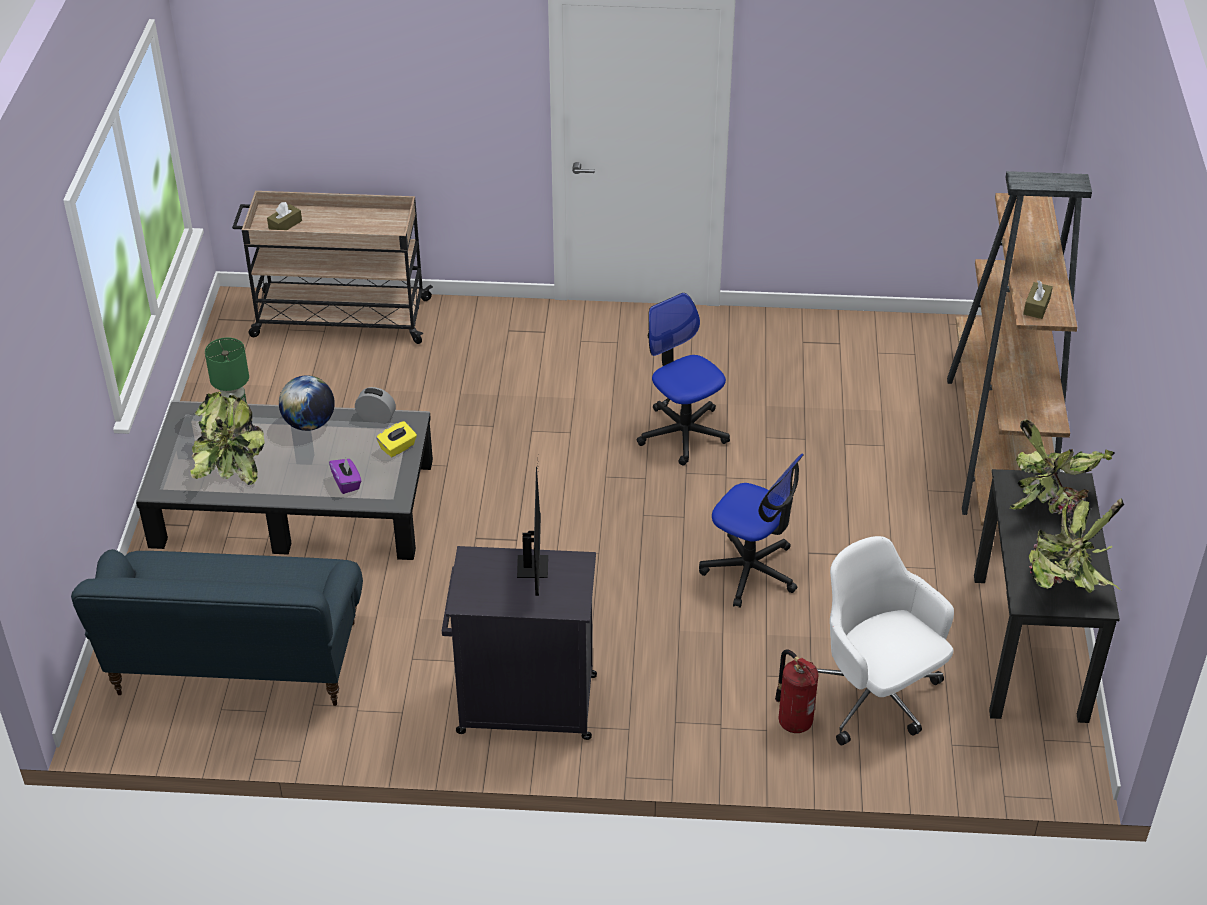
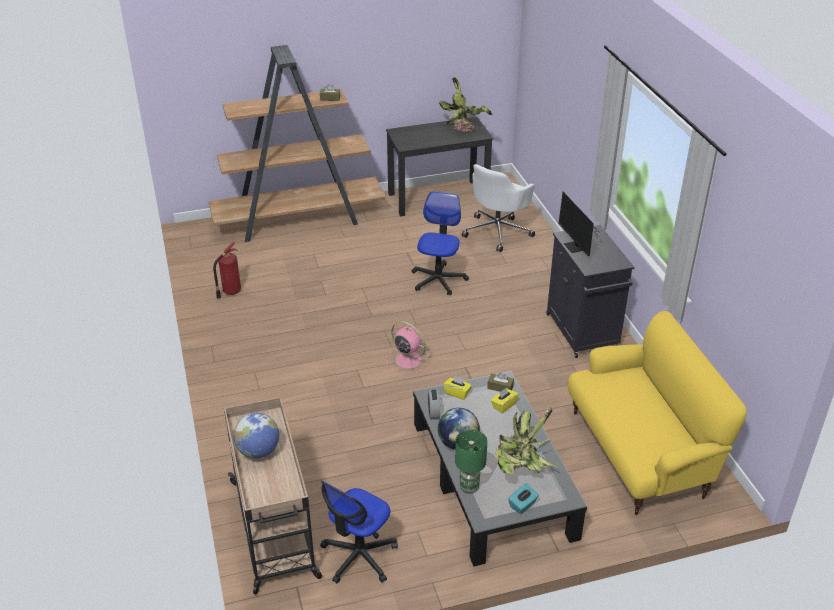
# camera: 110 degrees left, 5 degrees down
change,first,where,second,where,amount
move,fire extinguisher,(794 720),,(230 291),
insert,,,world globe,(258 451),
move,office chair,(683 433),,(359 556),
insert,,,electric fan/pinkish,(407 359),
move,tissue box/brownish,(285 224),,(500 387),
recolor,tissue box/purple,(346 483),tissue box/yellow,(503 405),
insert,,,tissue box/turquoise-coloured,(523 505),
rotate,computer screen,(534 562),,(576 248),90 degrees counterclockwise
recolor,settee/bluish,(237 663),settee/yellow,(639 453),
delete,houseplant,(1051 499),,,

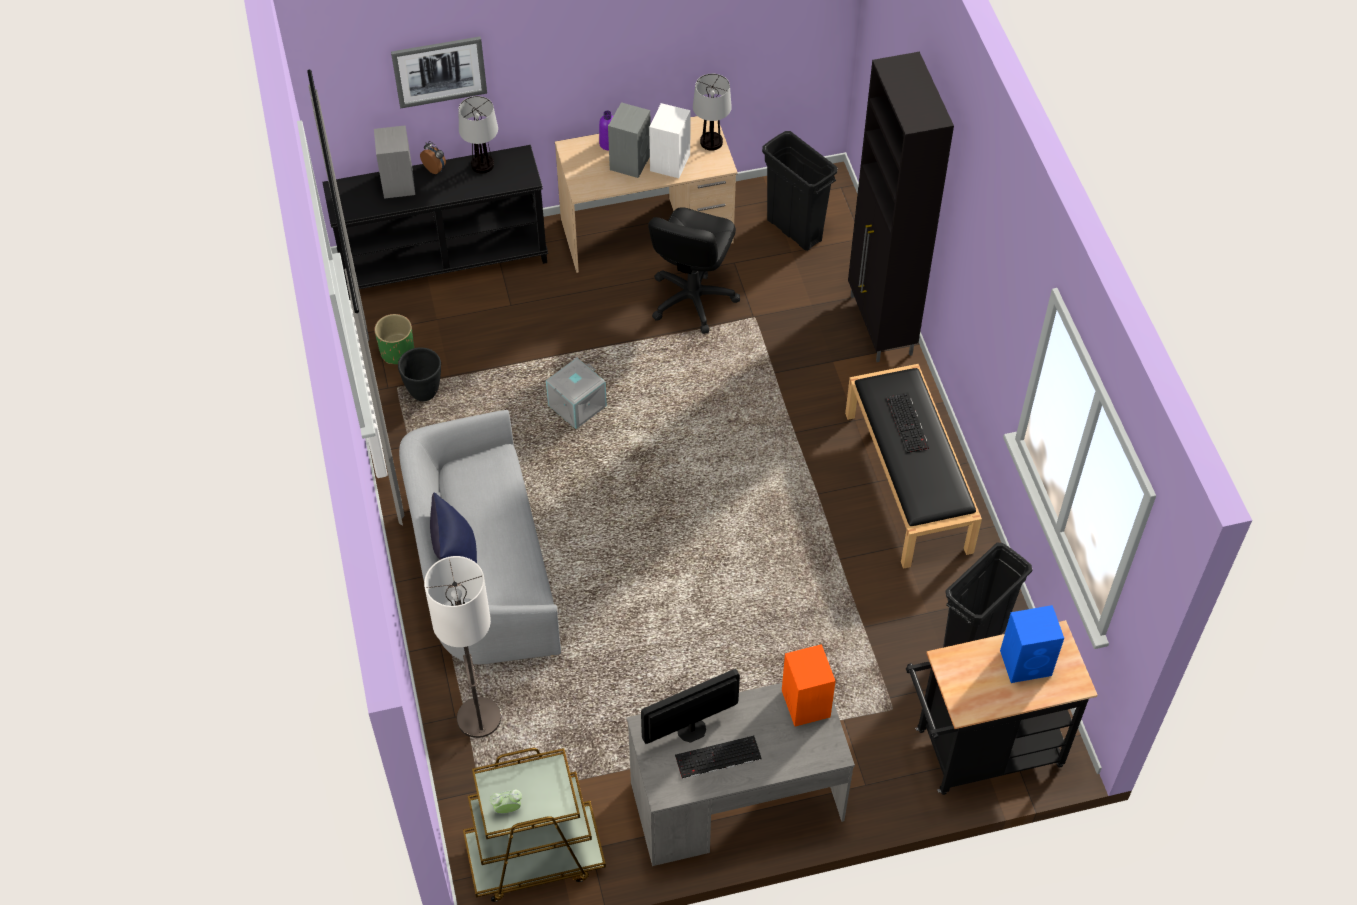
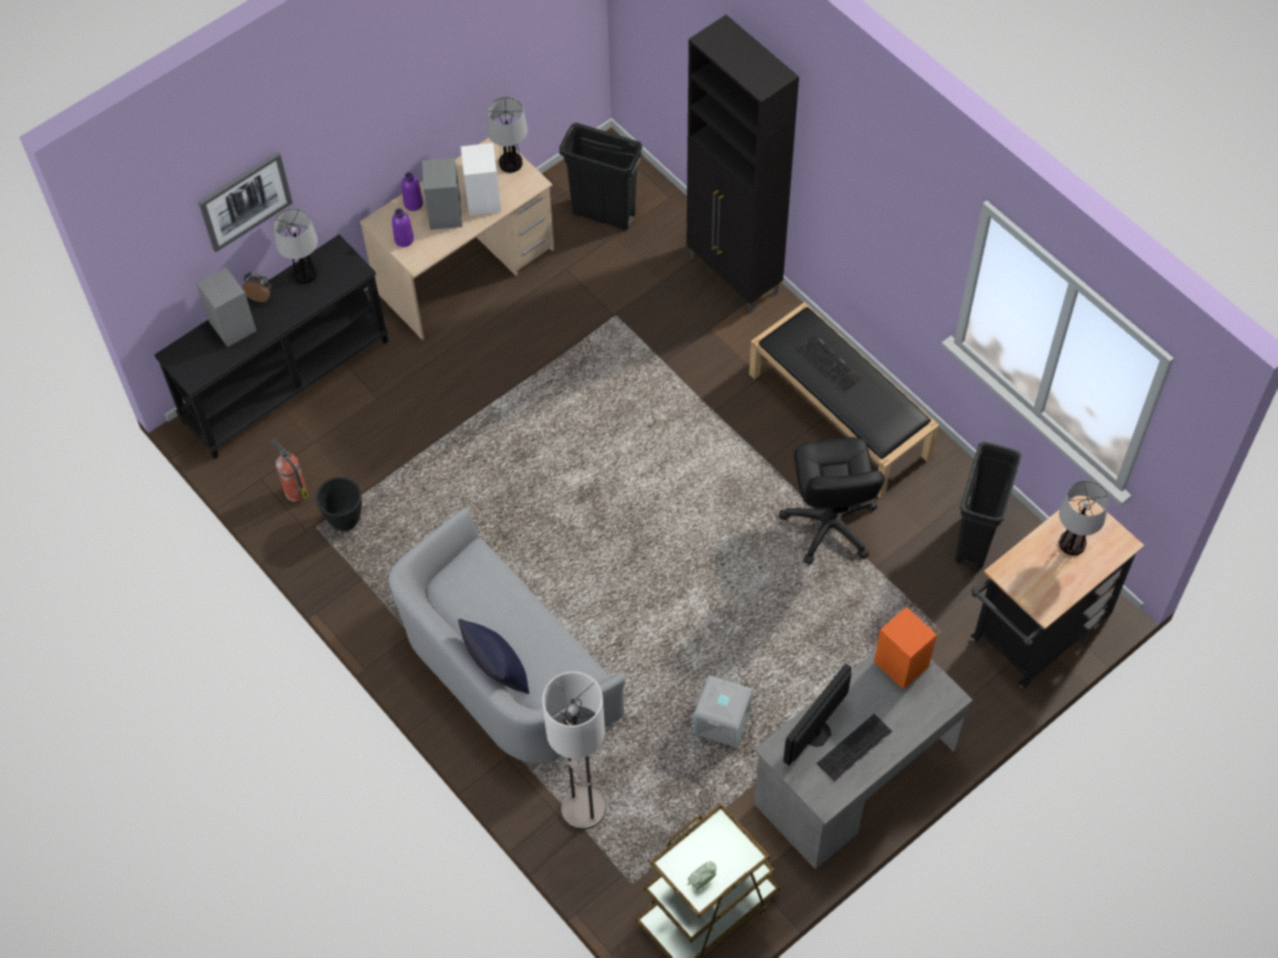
# camera: 25 degrees left, 5 degrees up
change,first,where,second,where,amount
replace,plant pot/greenish,(397 352),fire extinguisher,(295 491),
insert,,,drink bottle/purple,(404 239),
move,storage bin/grey,(577 407),,(723 721),
move,office chair/black-coloured,(692 299),,(829 525),
replace,speaker/bluish,(1027 663),table lamp,(1072 543),

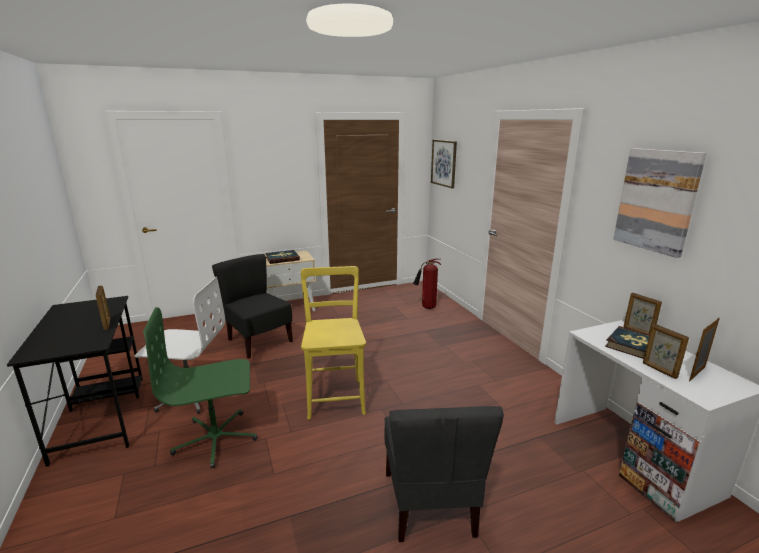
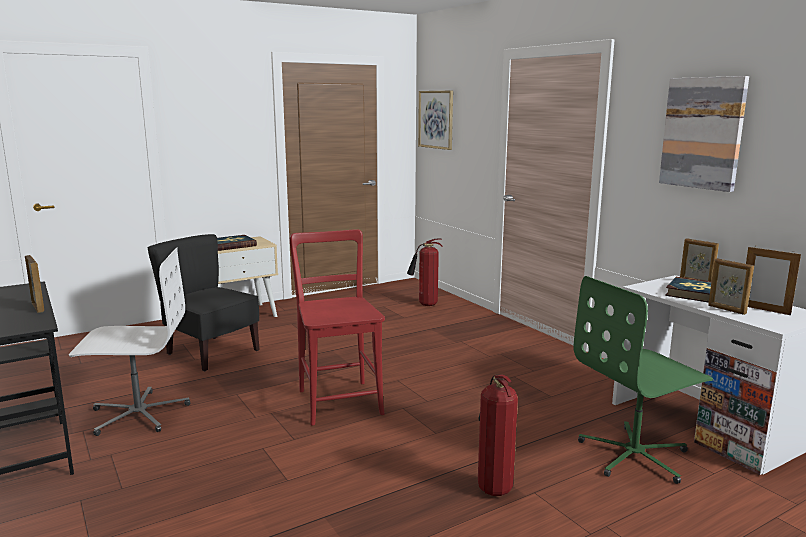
# camera: 10 degrees left, 5 degrees down
change,first,where,second,where,amount
recolor,upright chair/yellow,(335 395),upright chair/reddish,(338 399),
replace,upright chair/grey,(430 504),fire extinguisher,(492 488),
move,office chair/greenish,(216 439),,(635 455),
rotate,standing frame,(697 374),,(764 310),90 degrees counterclockwise

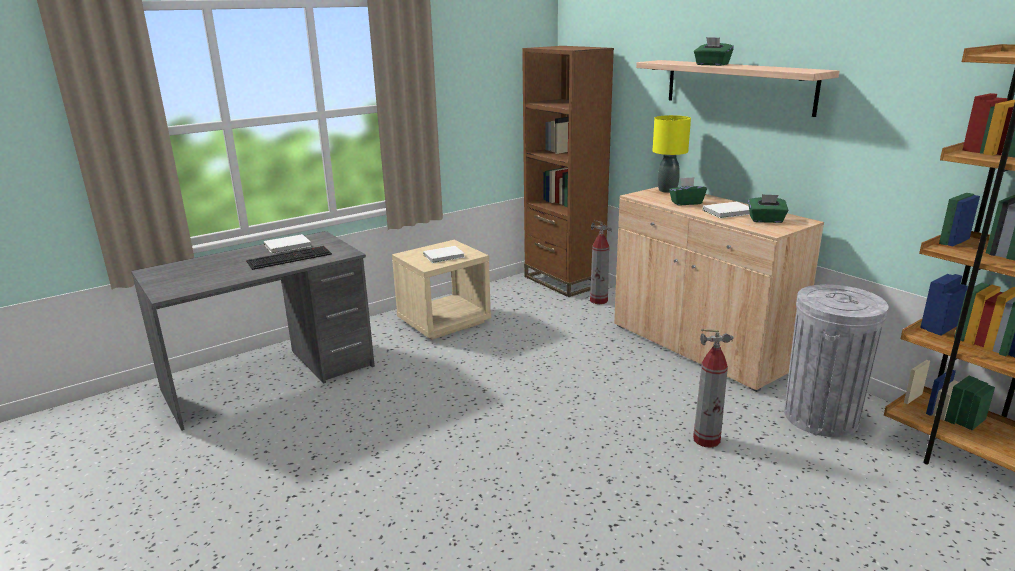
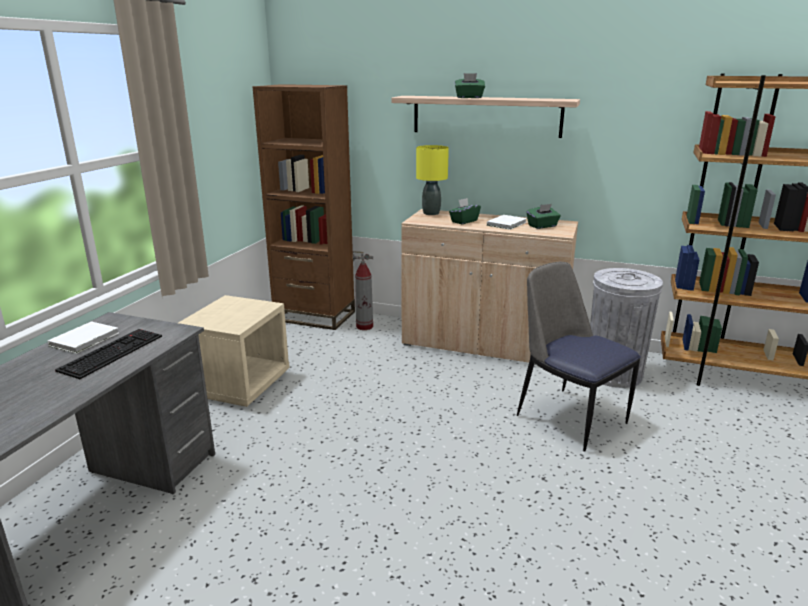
# camera: 35 degrees left, 0 degrees up
change,first,where,second,where,amount
replace,fire extinguisher,(706 440),upright chair,(569 417),
delete,volume/white,(445 256),,,

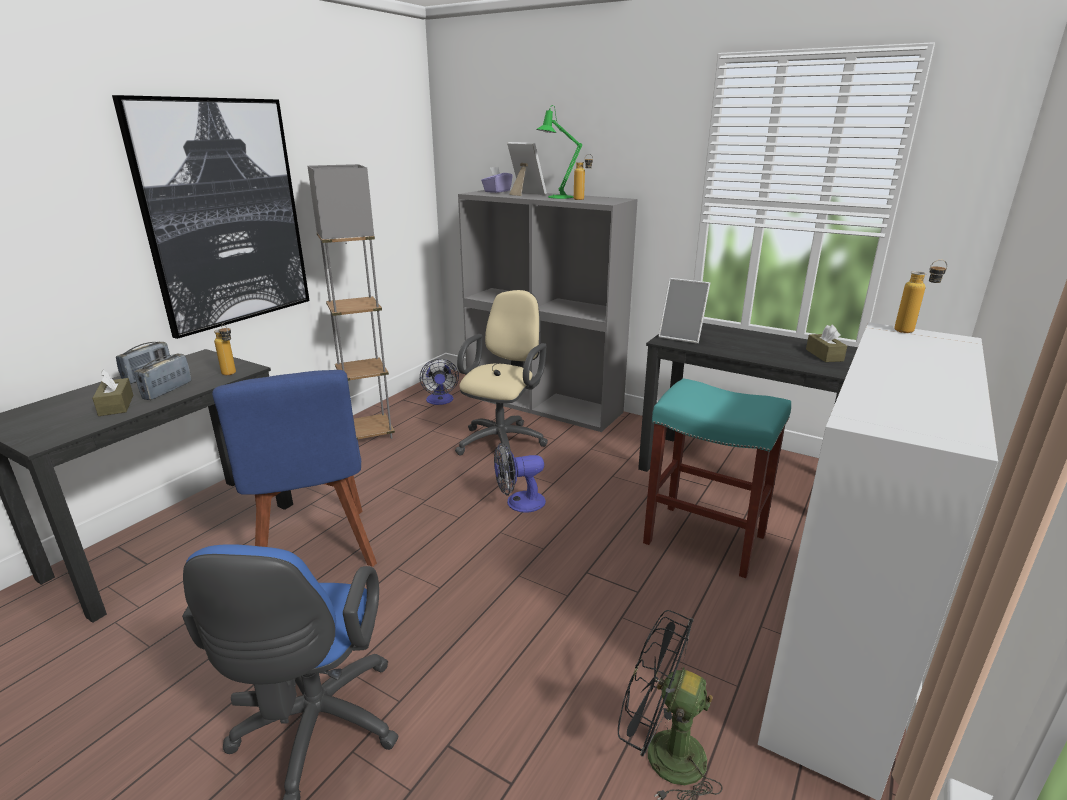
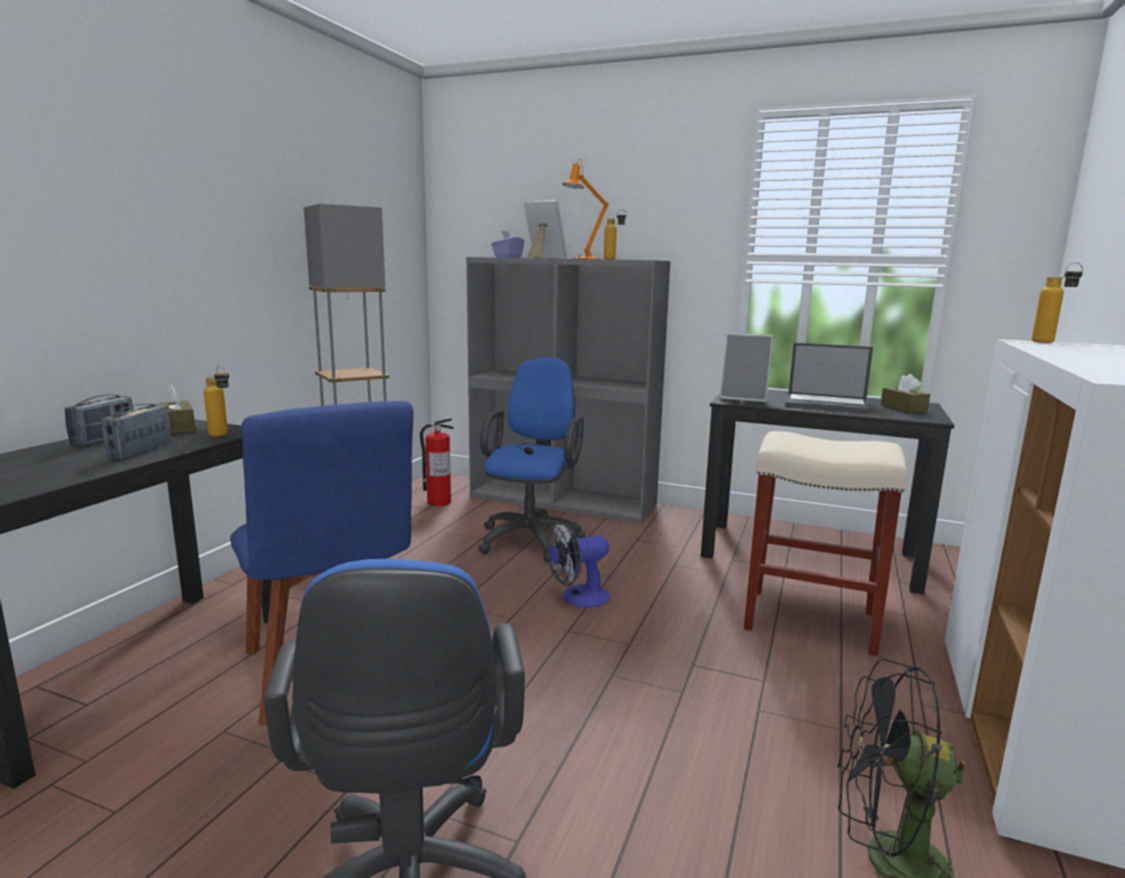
# camera: 10 degrees left, 10 degrees down
change,first,where,second,where,amount
move,tissue box/brownish,(116 405),,(178 427),
replace,electric fan,(440 401),fire extinguisher,(438 502),
recolor,office chair/sand-coloured,(503 441),office chair/bluish,(532 537),
recolor,table lamp/greenish,(557 197),table lamp/orangey,(582 258),
recolor,sitting stool/turquoise-coloured,(702 539),sitting stool/sand-coloured,(808 620),
insert,,,laptop,(827 404),
delete,picture,(224 214),,,

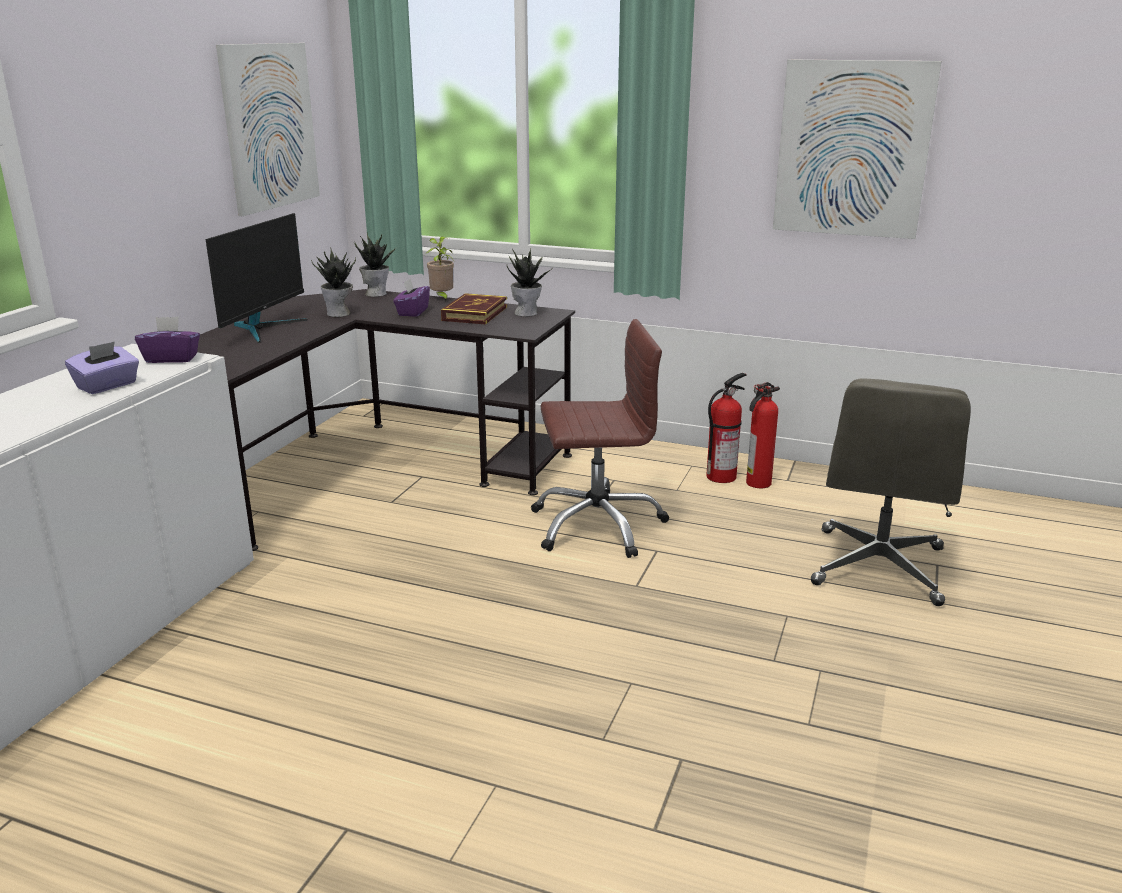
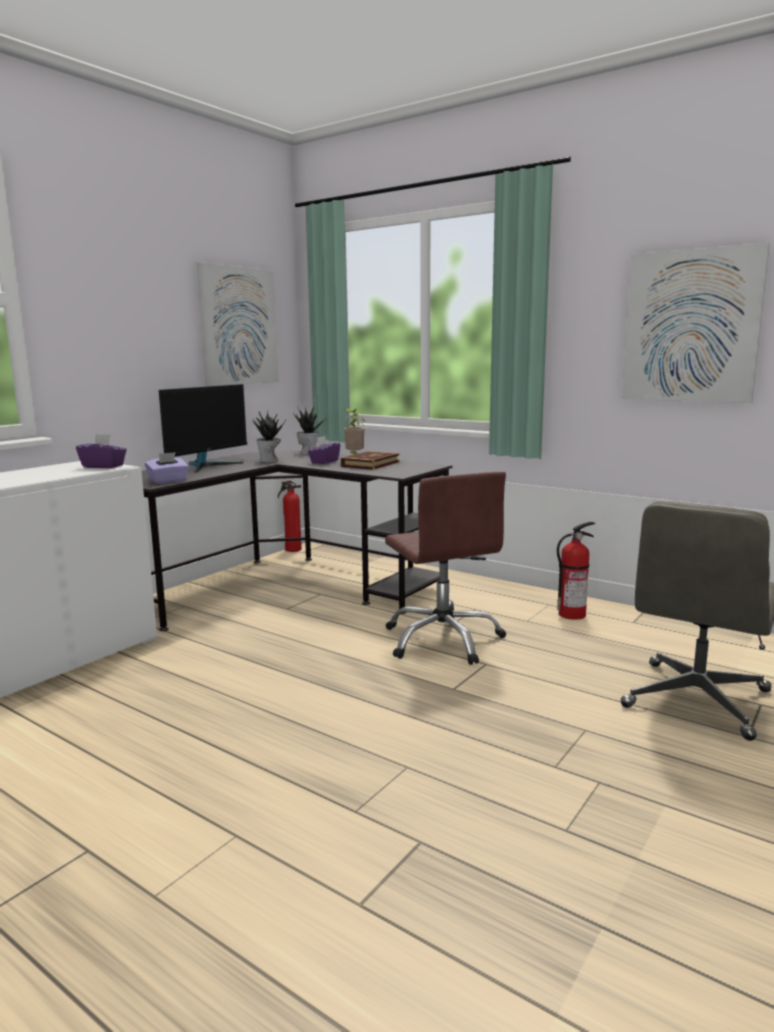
# camera: 15 degrees right, 10 degrees down
change,first,where,second,where,amount
move,tissue box/purple,(107 386),,(168 481),
move,fire extinguisher,(757 483),,(292 549),
rotate,office chair/brownish,(597 525),,(443 640),60 degrees clockwise
delete,houseplant,(527 313),,,

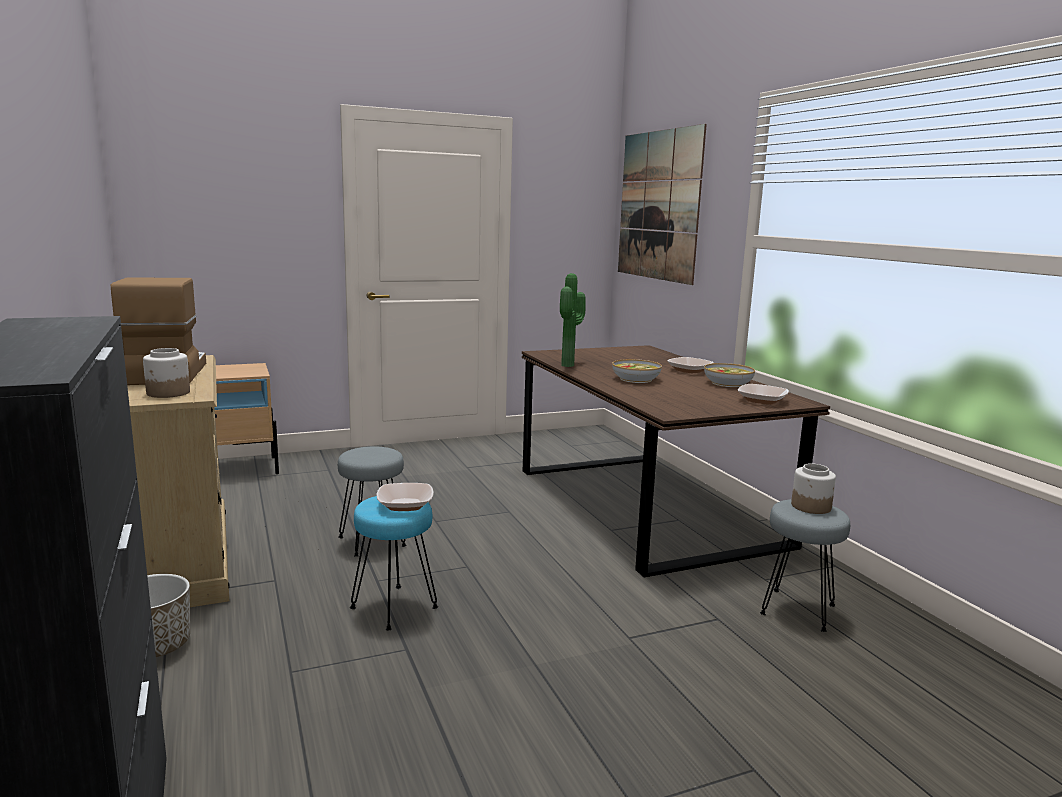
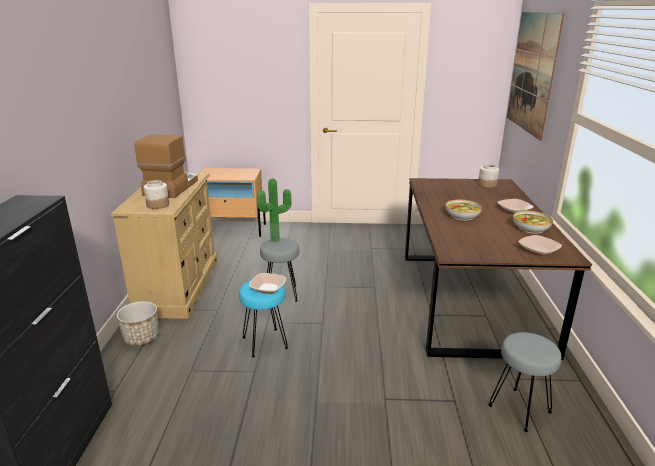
# camera: 25 degrees right, 10 degrees up
change,first,where,second,where,amount
move,houseplant,(570 365),,(276 240),
move,storage jar,(811 506),,(487 184),

